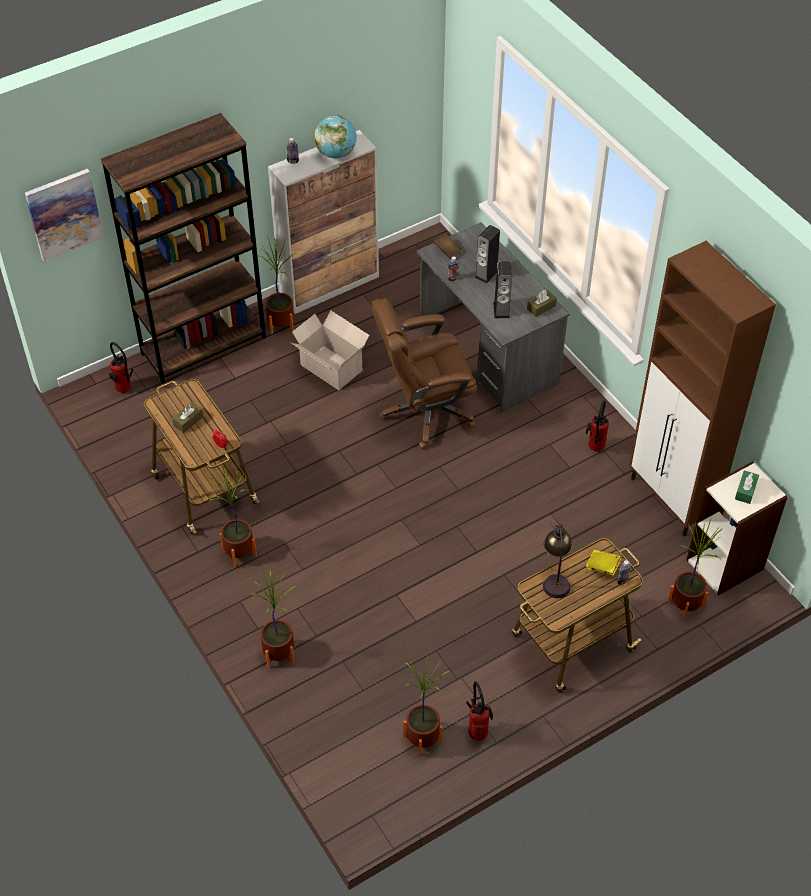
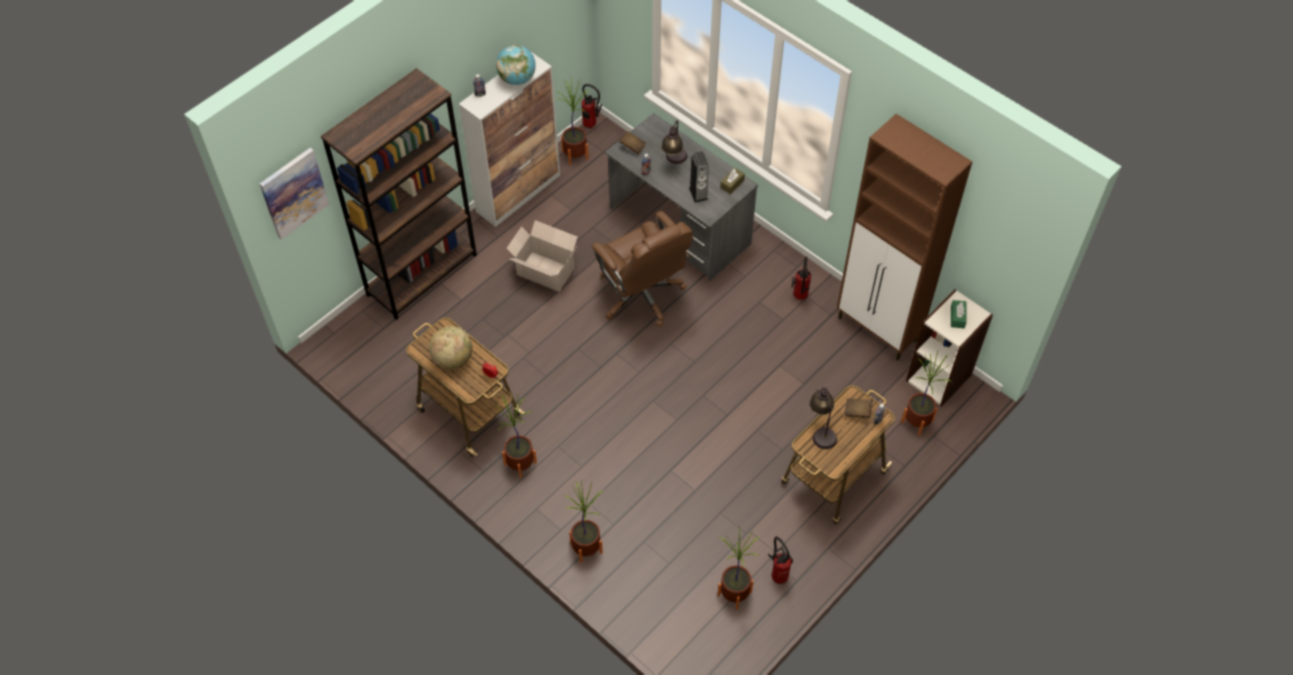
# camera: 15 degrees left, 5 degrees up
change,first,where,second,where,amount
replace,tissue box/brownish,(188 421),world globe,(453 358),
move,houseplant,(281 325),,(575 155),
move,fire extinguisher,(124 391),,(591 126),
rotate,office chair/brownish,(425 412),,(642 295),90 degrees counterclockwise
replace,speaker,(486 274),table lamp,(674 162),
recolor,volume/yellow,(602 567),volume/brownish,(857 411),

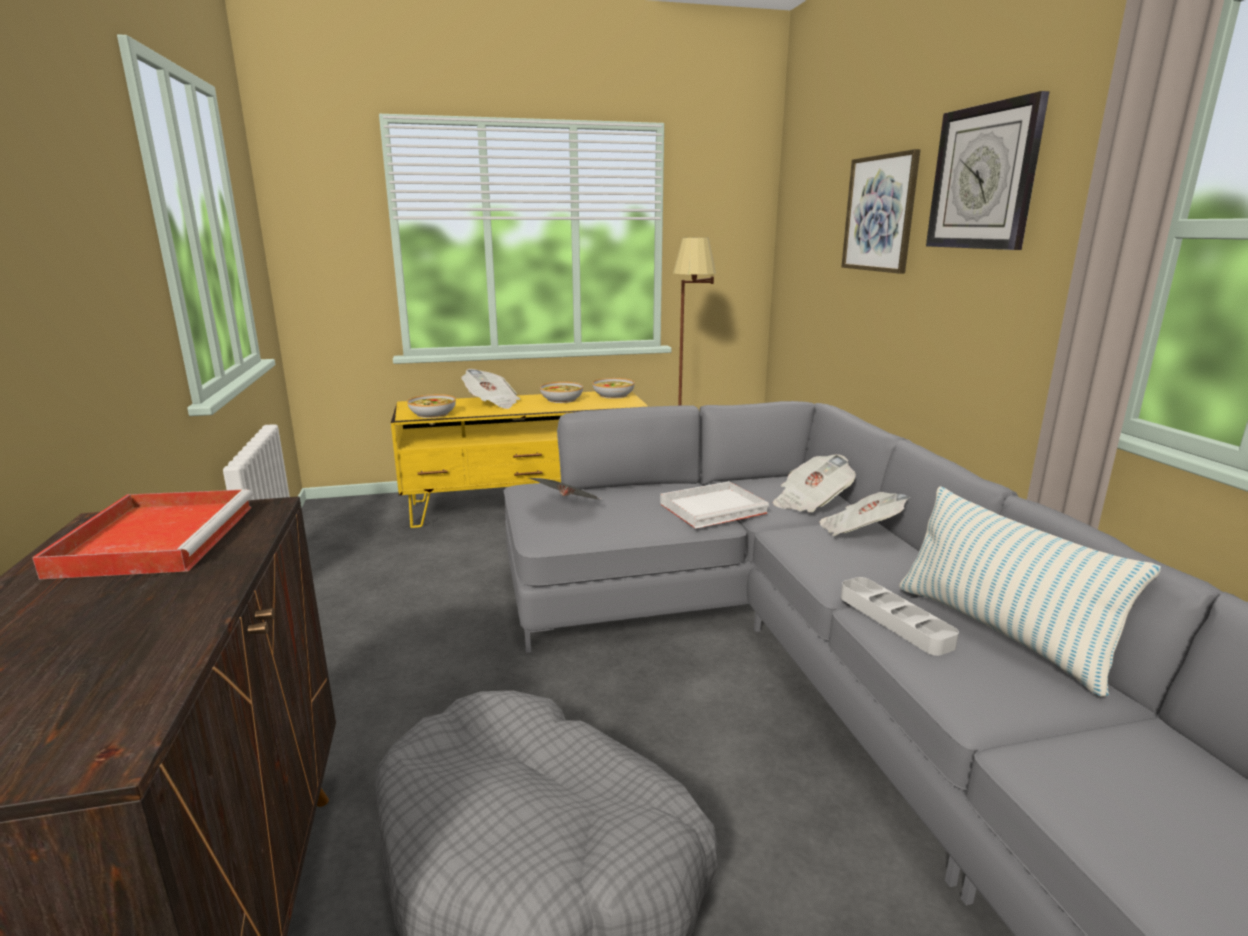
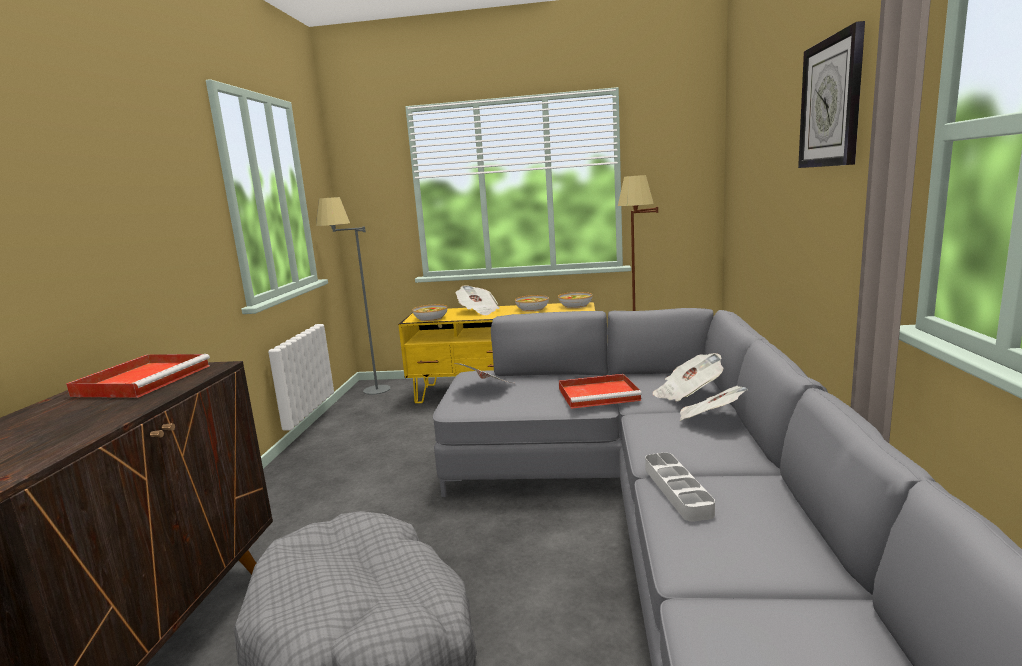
# camera: 20 degrees right, 5 degrees down
change,first,where,second,where,amount
insert,,,standard lamp/grey,(367 393),
recolor,tray/white,(714 508),tray/reddish,(600 394),
delete,picture,(880 213),,,
delete,cushion,(999 632),,,

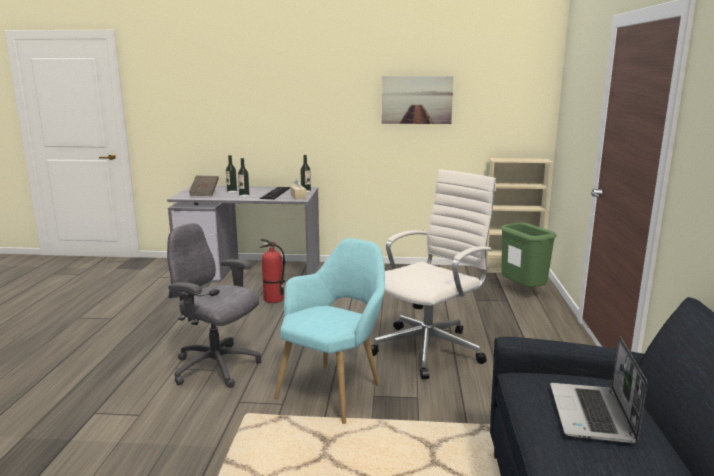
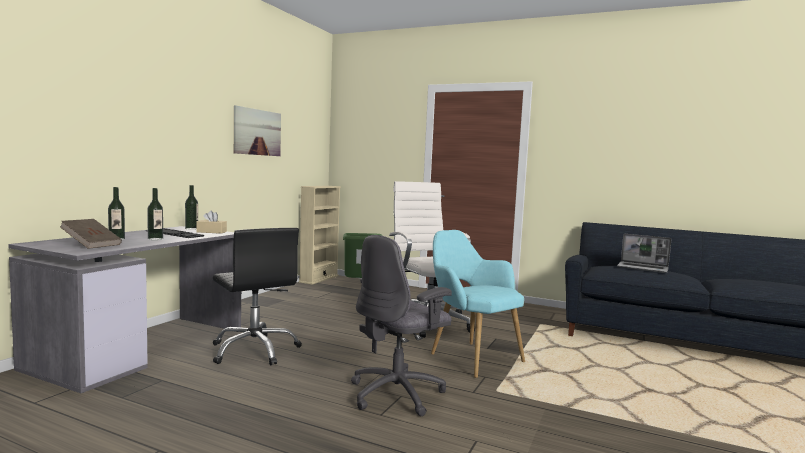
# camera: 70 degrees left, 10 degrees down
change,first,where,second,where,amount
replace,fire extinguisher,(273 299),office chair/black-coloured,(255 350),

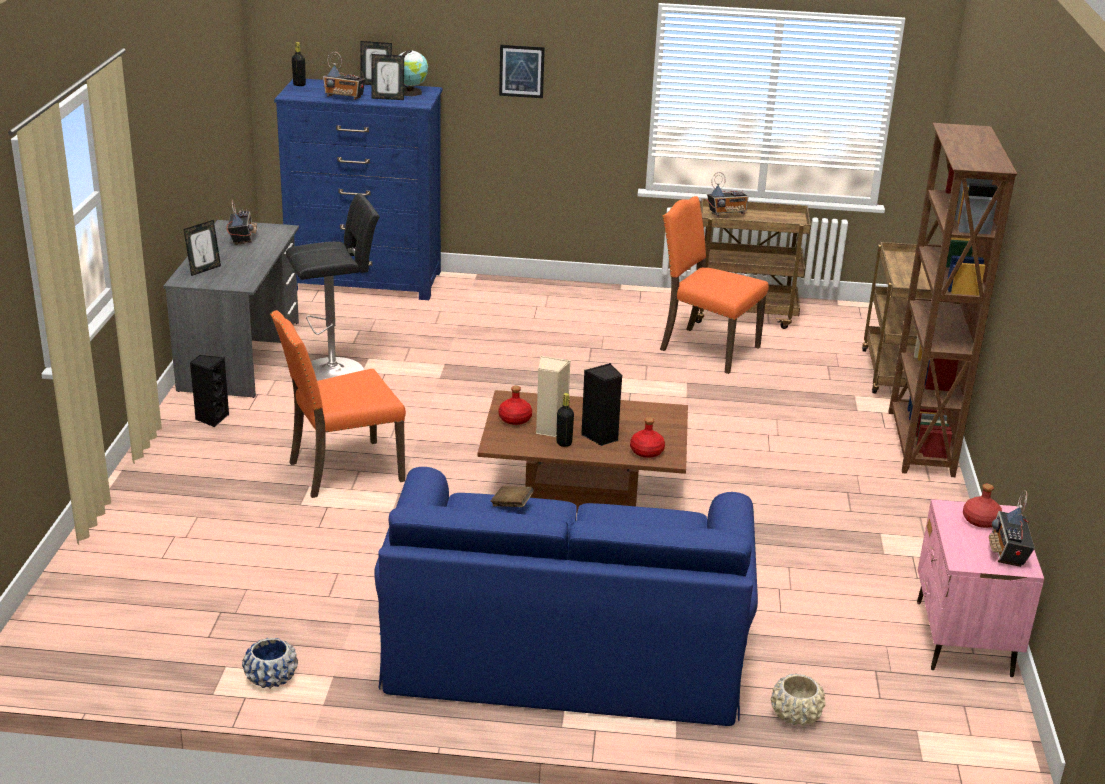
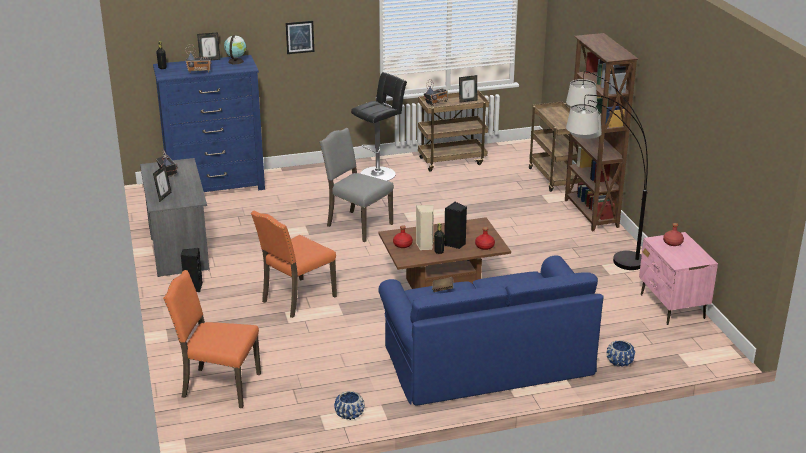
# camera: 20 degrees left, 0 degrees up
change,first,where,second,where,amount
move,upright chair/orangey,(706 348),,(219 386),
insert,,,upright chair/grey,(357 225),
move,sitting stool/black-coloured,(337 371),,(379 173),
move,standing frame,(388 98),,(467 100),
insert,,,standard lamp,(589 260),
recolor,plant pot/sand-coloured,(796 715),plant pot/bluish,(619 361),
delete,radio set,(1008 553),,,

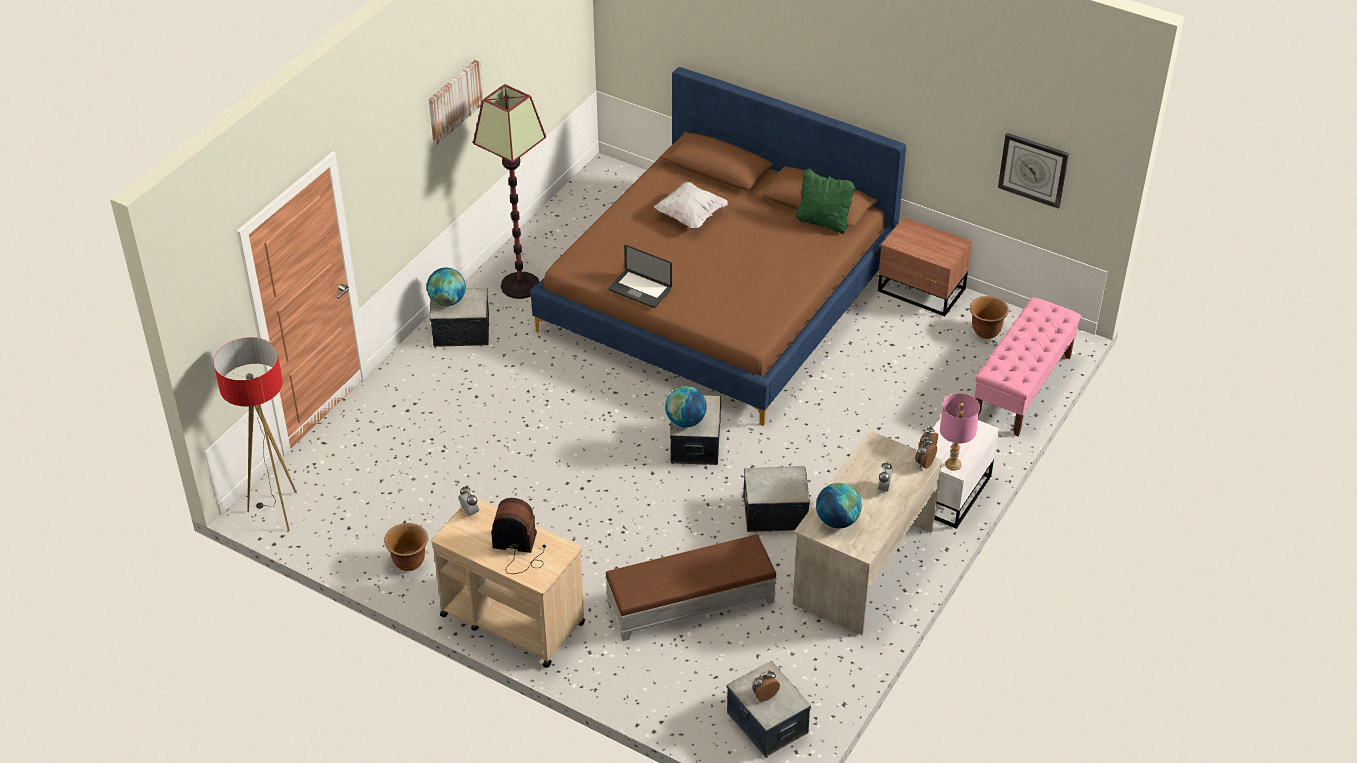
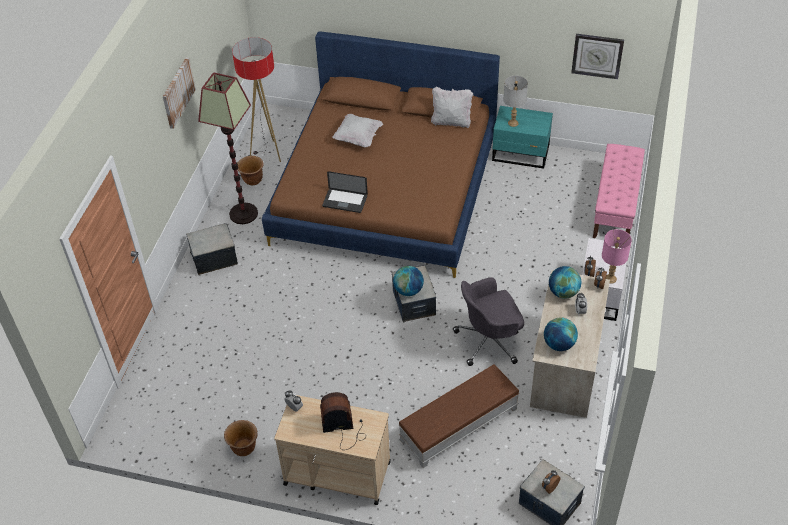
# camera: 15 degrees left, 5 degrees up
change,first,where,second,where,amount
move,standard lamp,(277 511),,(267 153),
move,plant pot/brownish,(986 332),,(252 180),
recolor,cushion/greenish,(823 222),cushion/white,(451 122),
replace,storage bin,(774 513),office chair/grey,(489 341),
recolor,nightstand/brownish,(921 291),nightstand/turquoise-coloured,(521 154),
insert,,,table lamp/grey,(513 123),
move,world globe,(447 301),,(563 292),

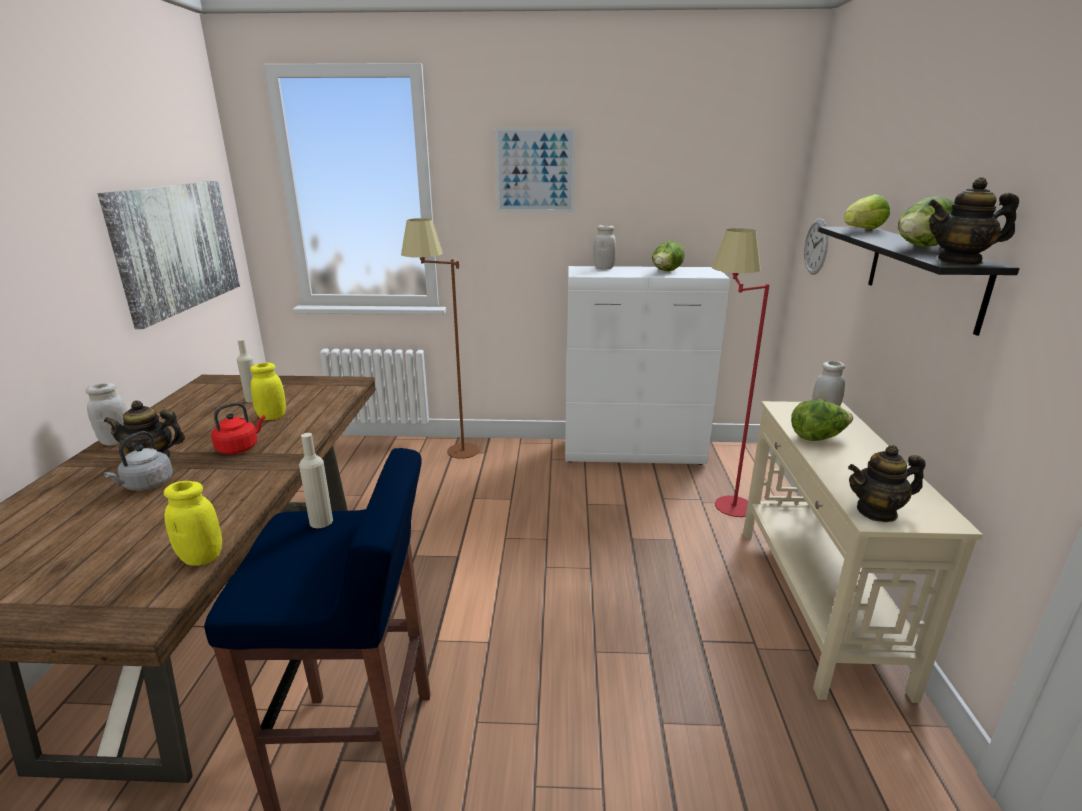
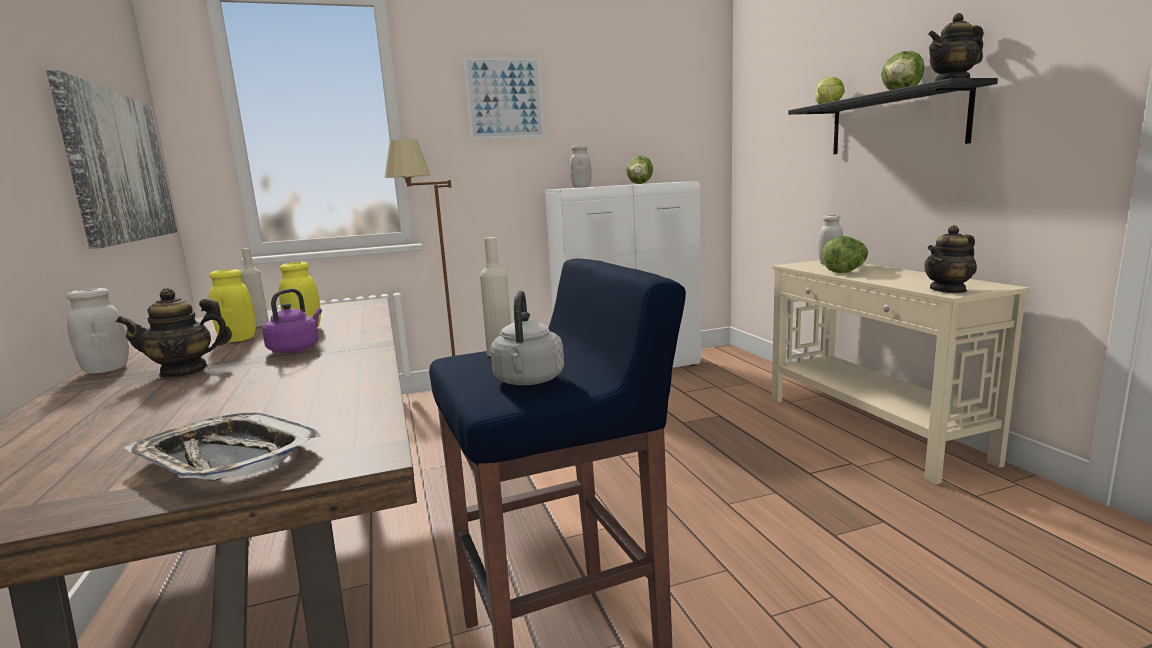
# camera: 20 degrees left, 10 degrees down
change,first,where,second,where,amount
insert,,,tray,(226 458),
move,storage jar/yellow,(202 557),,(238 339),
recolor,tea kettle/reddish,(240 448),tea kettle/purple,(296 349),
move,tea kettle/grey,(146 485),,(528 381),
delete,standard lamp/reddish,(718 499),,,
delete,clock on the wall,(816 246),,,

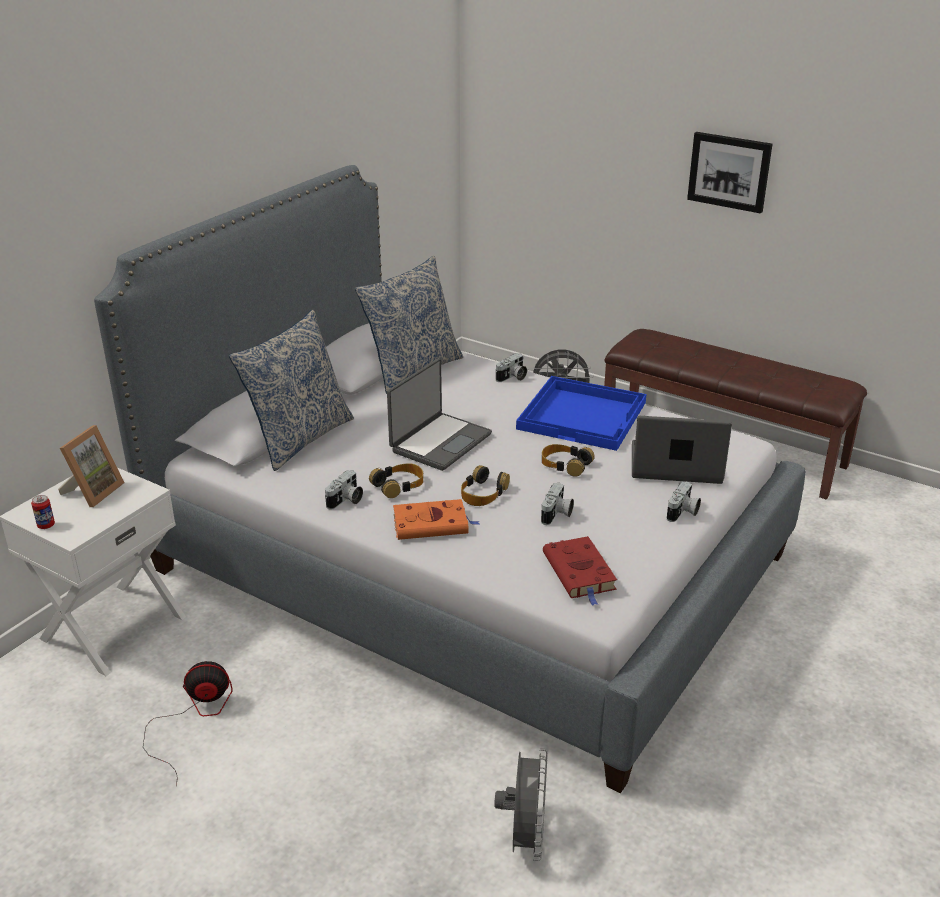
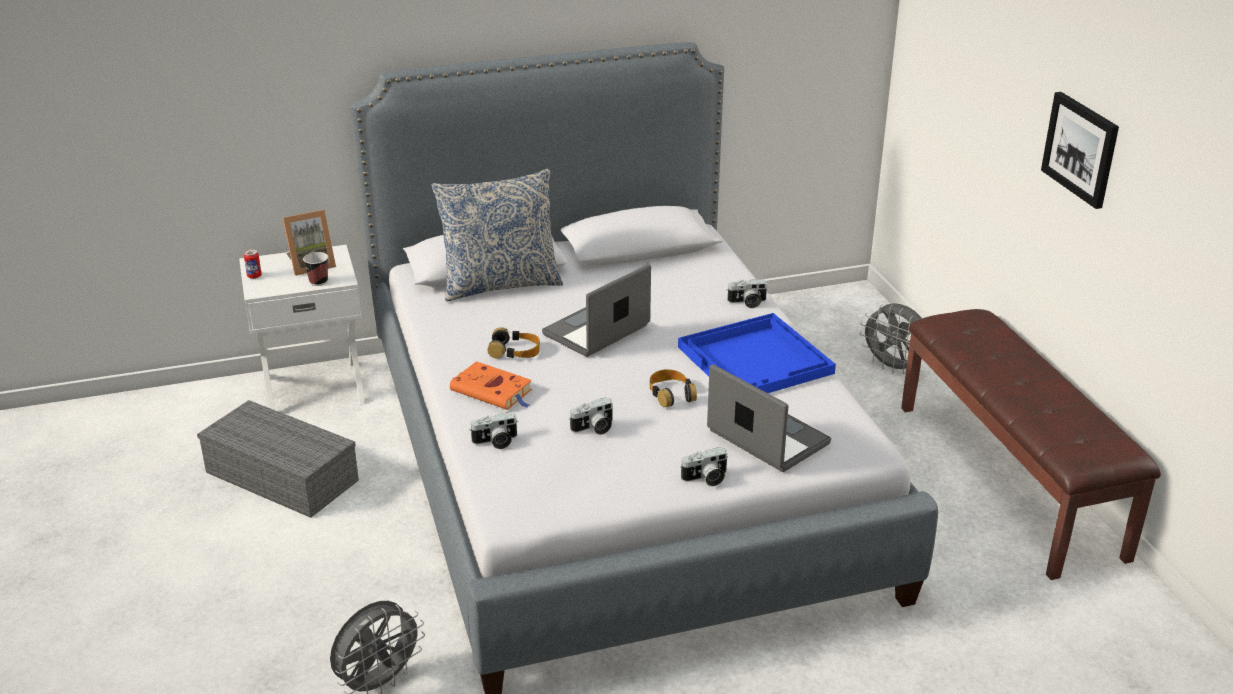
# camera: 40 degrees right, 0 degrees up
change,first,where,second,where,amount
replace,electric fan,(193 718),storage bin/grey,(284 476),
insert,,,small cup,(318 282),
move,photo camera,(346 501),,(495 442),
rotate,laptop,(439 442),,(597 331),150 degrees clockwise
delete,cushion,(412 370),,,
delete,headset,(483 493),,,
delete,volume/reddish,(580 573),,,

